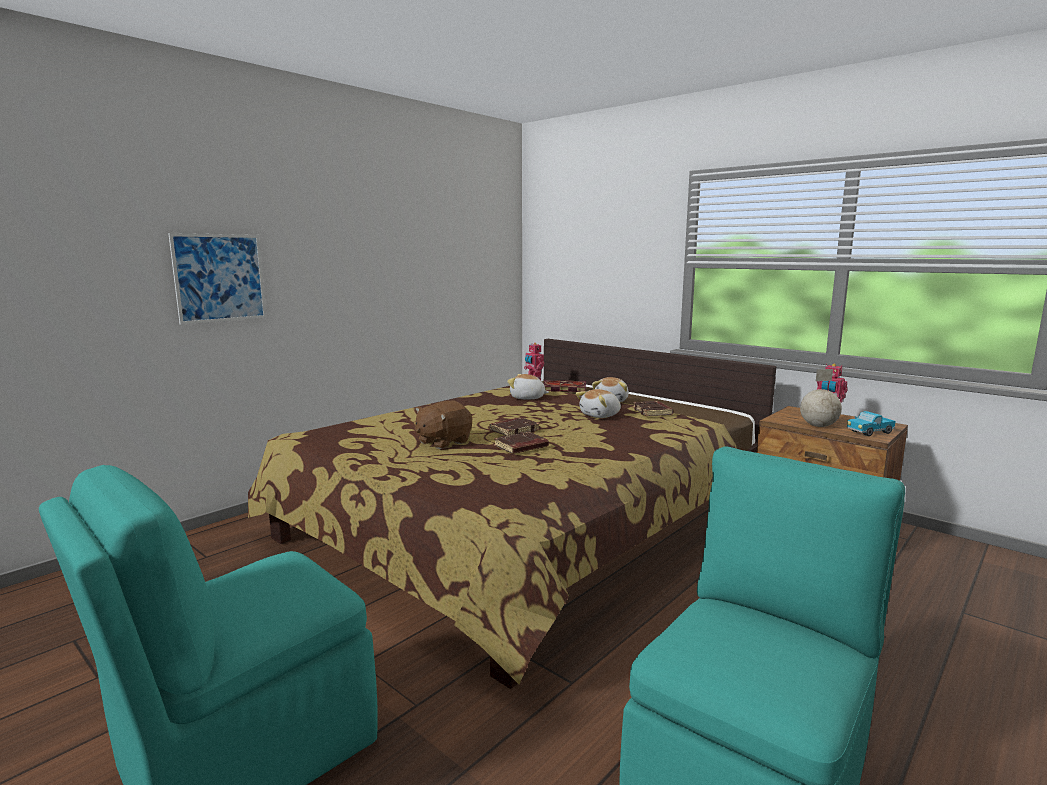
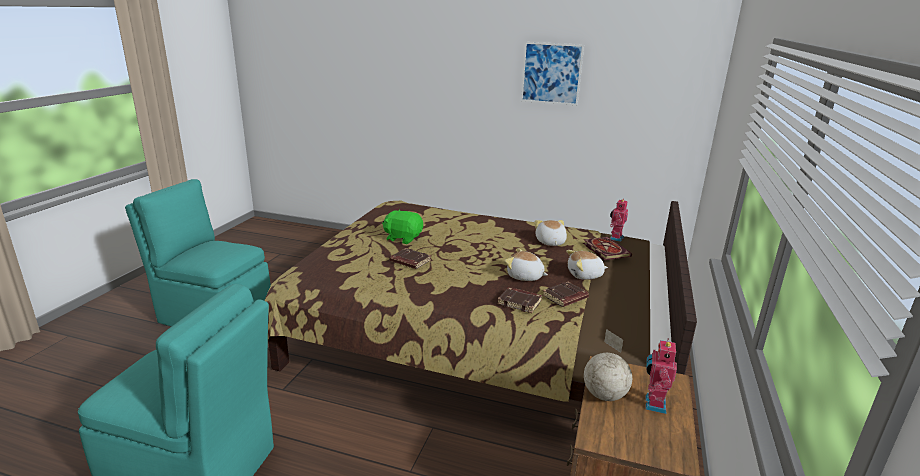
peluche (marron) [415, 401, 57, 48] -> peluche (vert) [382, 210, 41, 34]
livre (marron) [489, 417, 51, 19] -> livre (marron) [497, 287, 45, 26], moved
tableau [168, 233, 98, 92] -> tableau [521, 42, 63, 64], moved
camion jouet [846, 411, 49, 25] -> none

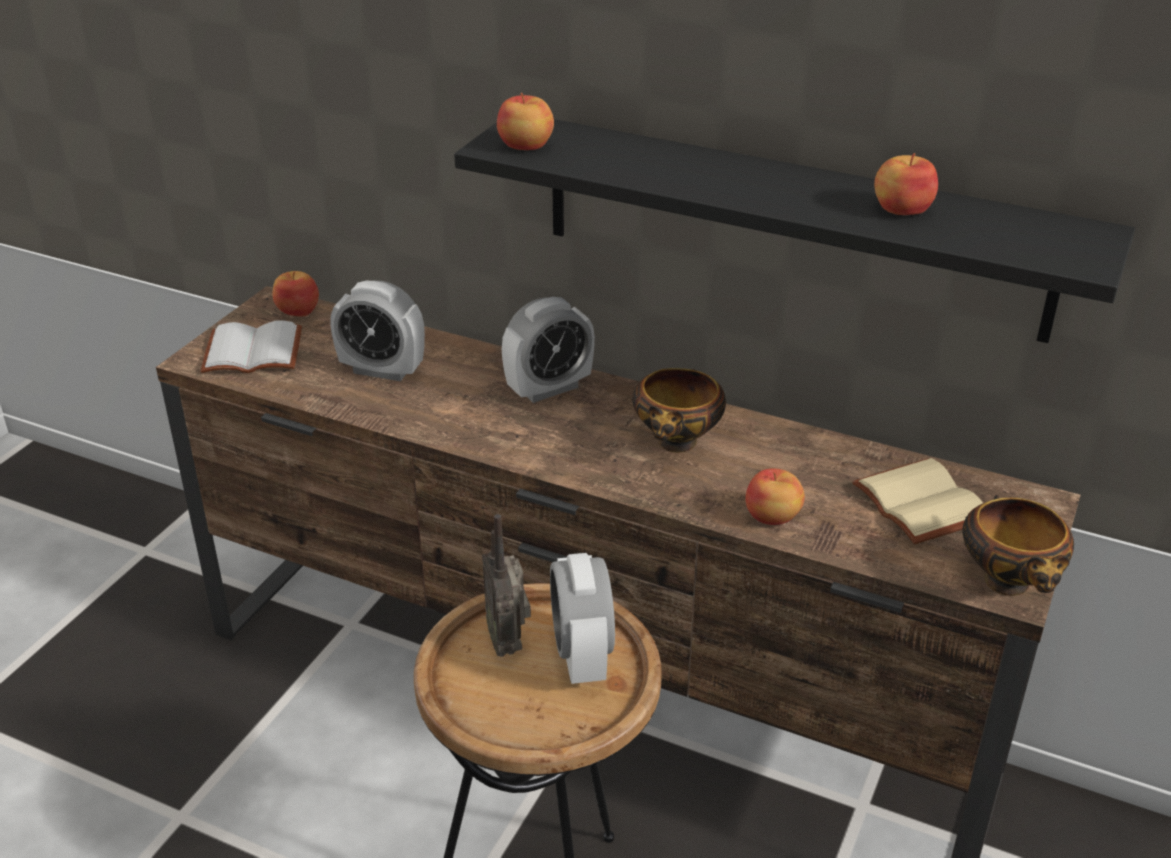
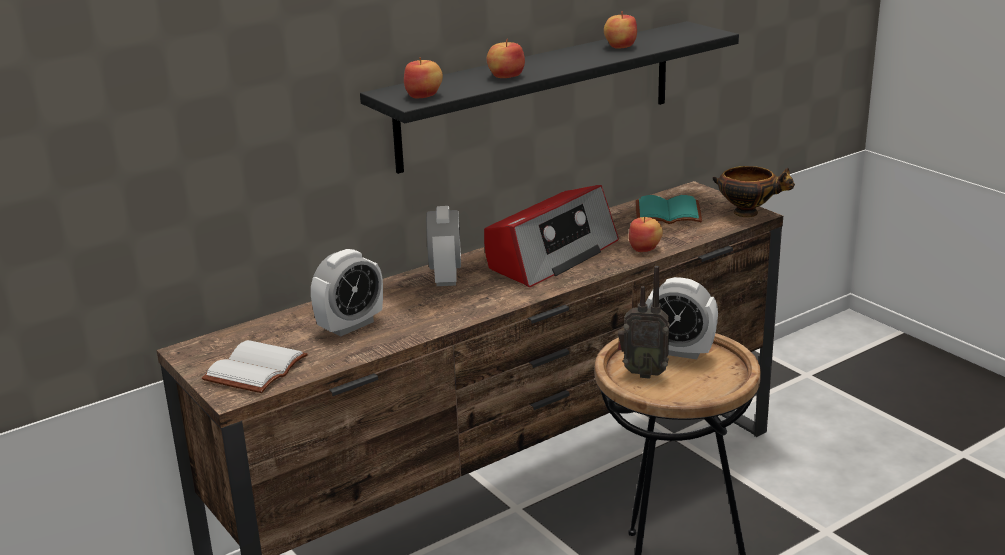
bol [632, 368, 94, 85] -> radio [484, 185, 135, 102]
pomme [273, 271, 46, 46] -> pomme [487, 39, 38, 39], moved
livre (beige) [852, 458, 131, 86] -> livre (turquoise) [636, 195, 66, 29]

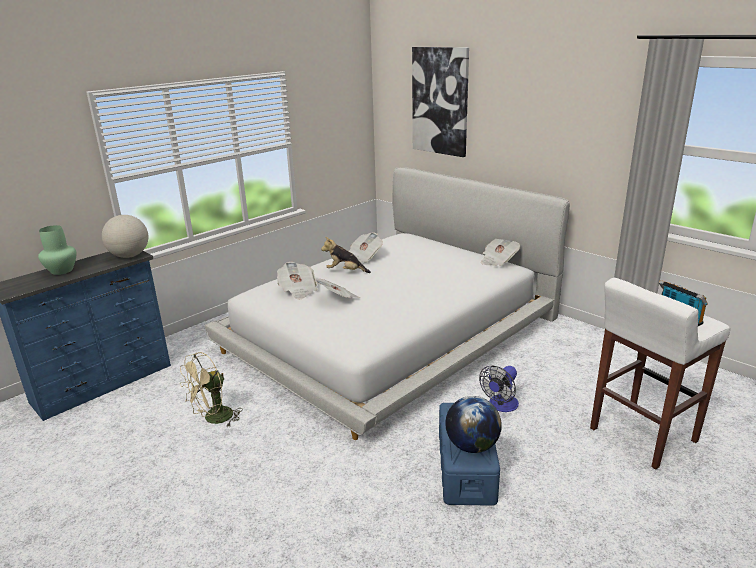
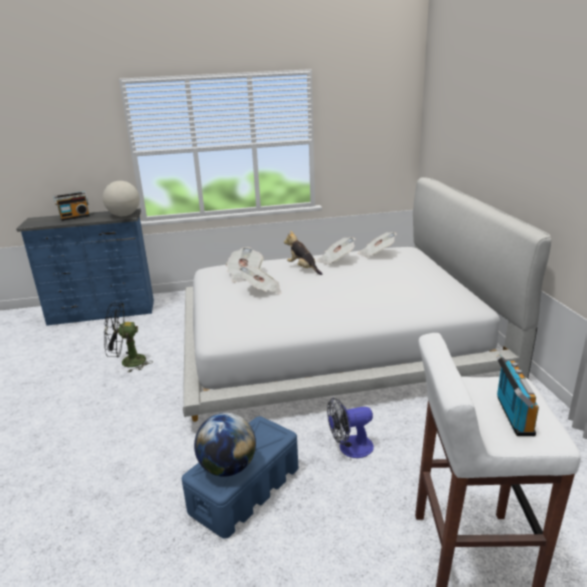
vase (vert) [38, 225, 38, 50] -> radio [54, 192, 36, 29]
ventilateur (beige) [180, 352, 62, 76] -> ventilateur (noir) [104, 303, 49, 70]
journal [481, 239, 39, 27] -> journal [358, 232, 39, 25], moved
tableau [412, 47, 57, 110] -> none

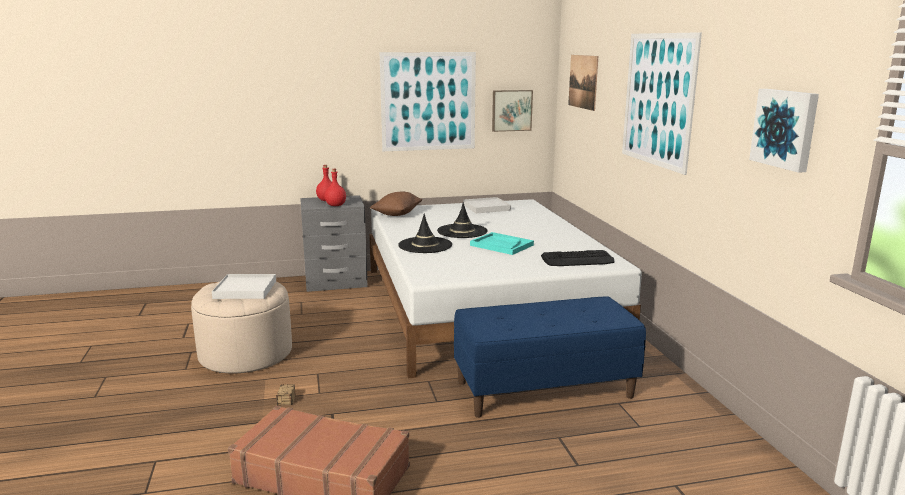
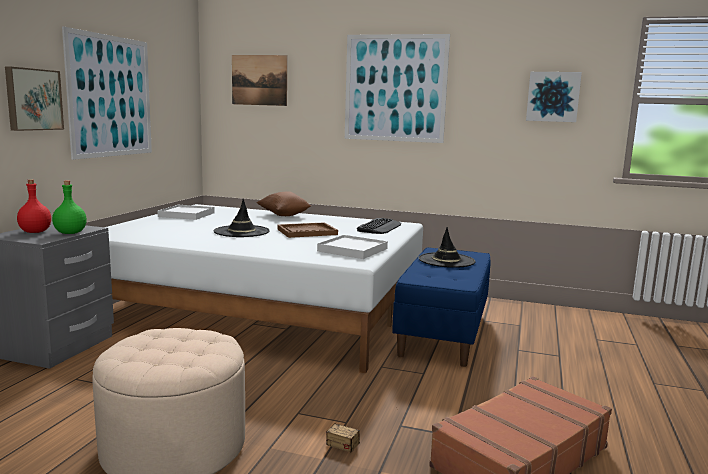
tableau [492, 90, 41, 42] -> tableau [5, 66, 59, 65], moved
bouteille (rouge) [325, 169, 21, 37] -> bouteille (vert) [52, 181, 35, 53]
coussin (marron) [370, 192, 52, 24] -> coussin (marron) [257, 192, 54, 24], moved
plateau (turquoise) [470, 232, 64, 23] -> plateau (marron) [277, 222, 61, 16]
plateau (blanc) [212, 274, 64, 25] -> plateau (blanc) [317, 235, 71, 24], moved
chapeau (noir) [398, 213, 54, 40] -> chapeau (noir) [418, 227, 58, 41], moved

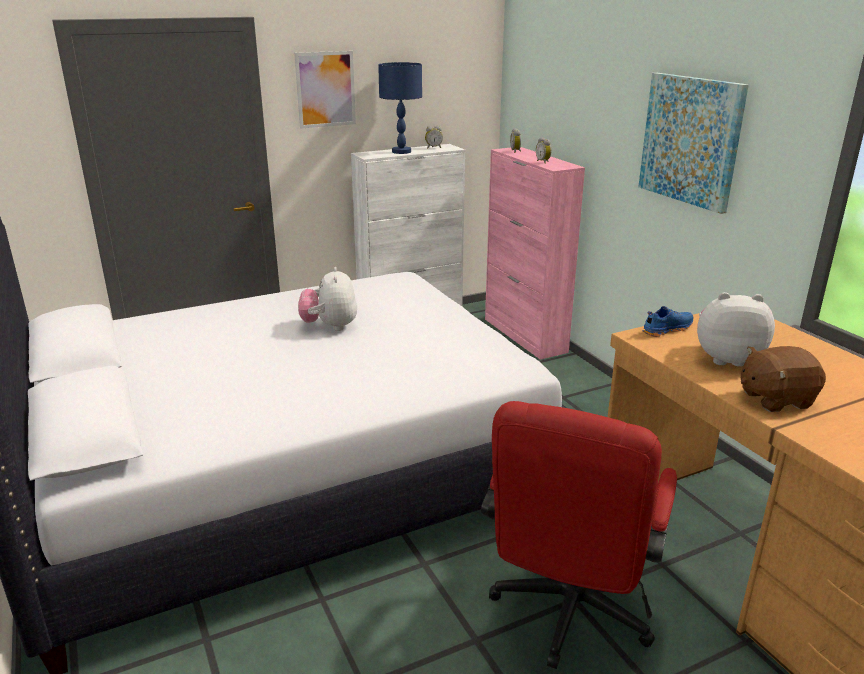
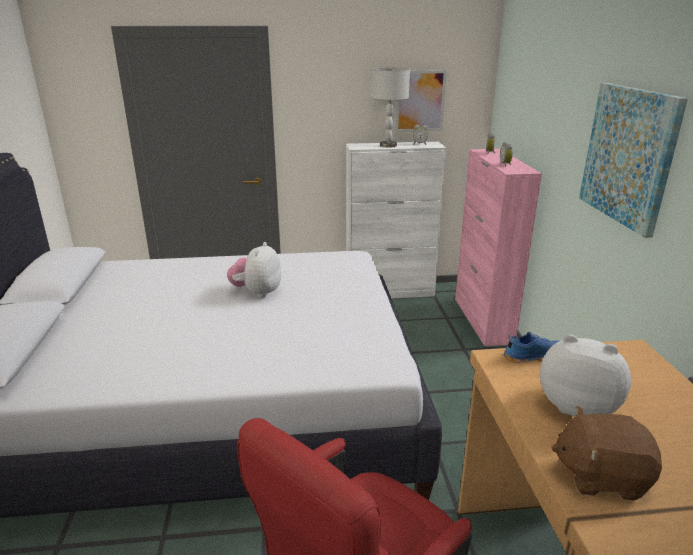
lampe de table (bleu) [378, 62, 44, 92] -> lampe de table (gris) [371, 67, 39, 81]
tableau [294, 51, 62, 77] -> tableau [395, 70, 52, 62], moved

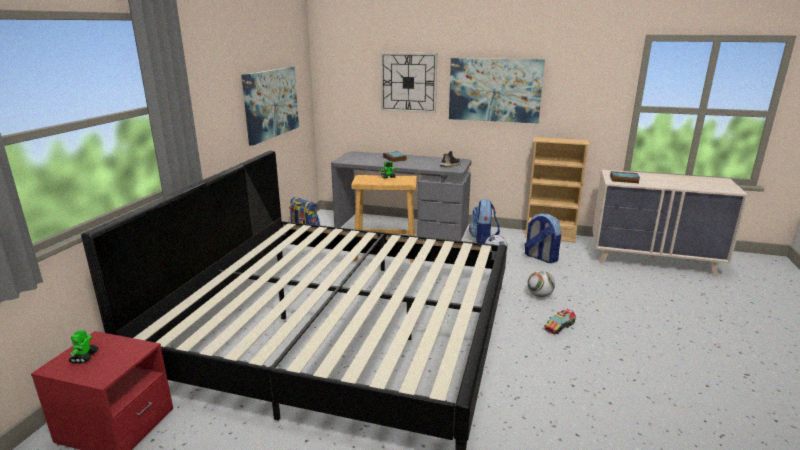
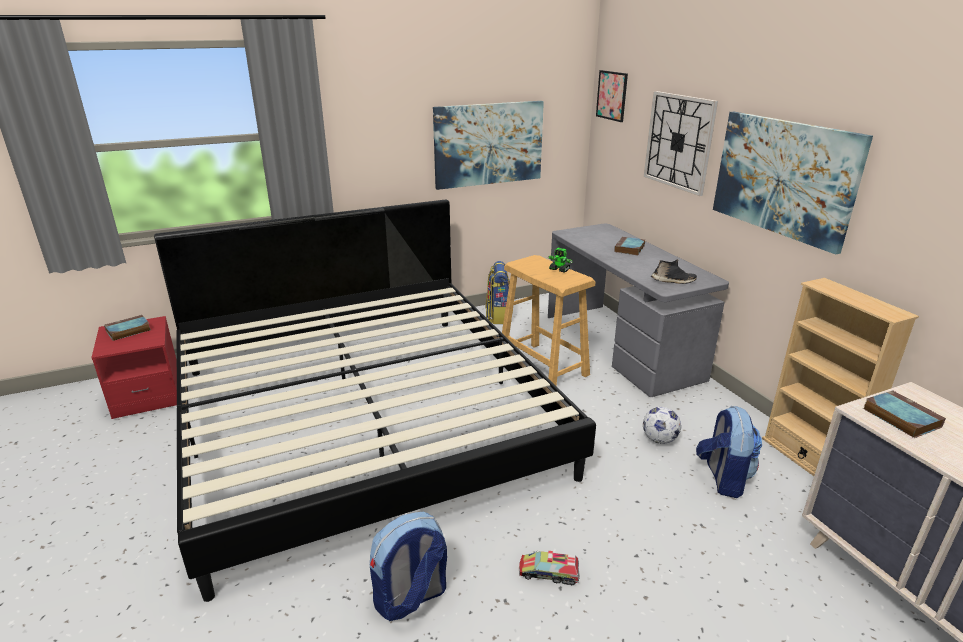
robot jouet [68, 330, 31, 34] -> livre [104, 315, 47, 26]
sac à dos [469, 199, 31, 45] -> sac à dos [370, 512, 77, 109], moved
none -> tableau [596, 70, 32, 52]
ballon de foot [527, 270, 28, 27] -> none

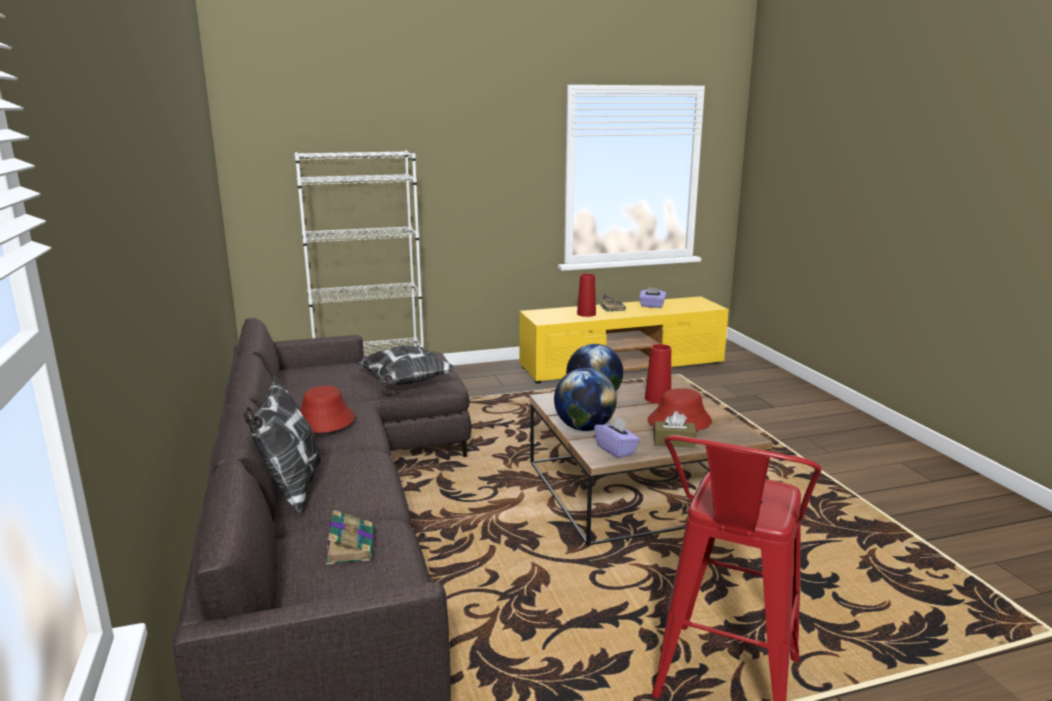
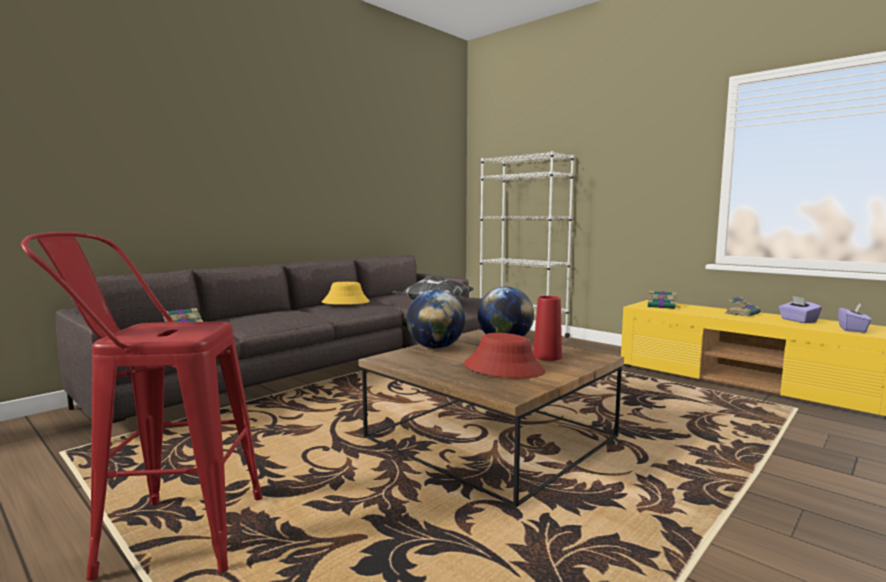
chapeau (rouge) [300, 386, 55, 47] -> chapeau (jaune) [322, 282, 48, 23]
none -> livre [647, 291, 34, 18]
boîte à mouchoirs (violet) [594, 416, 46, 42] -> boîte à mouchoirs (violet) [838, 304, 33, 29], moved
coussin [243, 376, 78, 139] -> none
vase (rouge) [577, 274, 19, 43] -> none
boîte à mouchoirs (marron) [654, 411, 42, 37] -> none

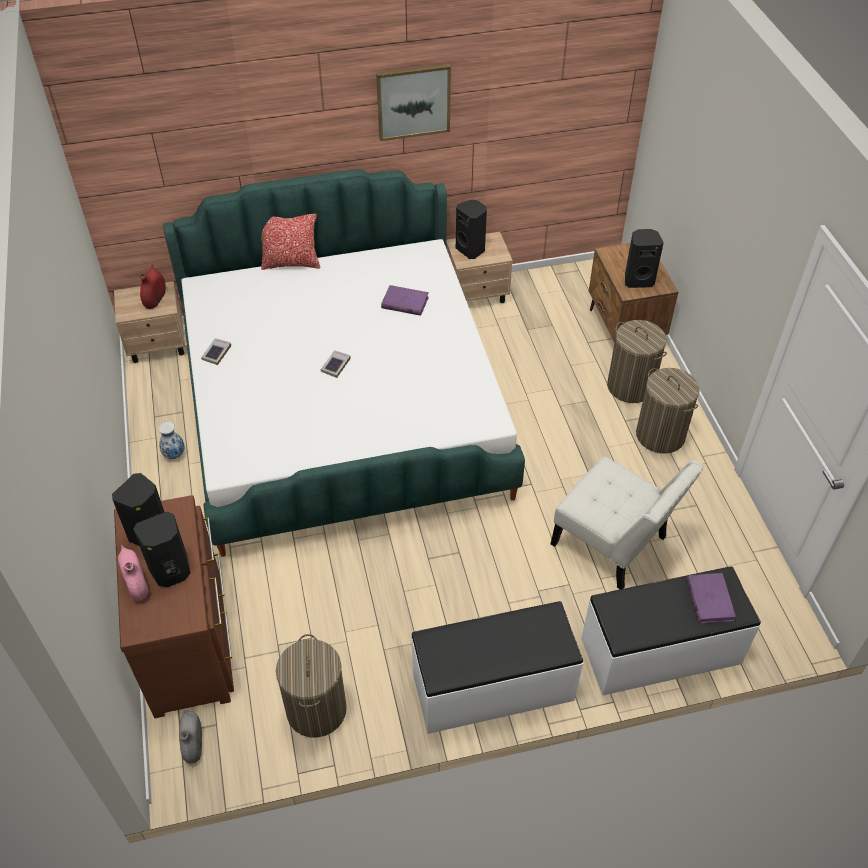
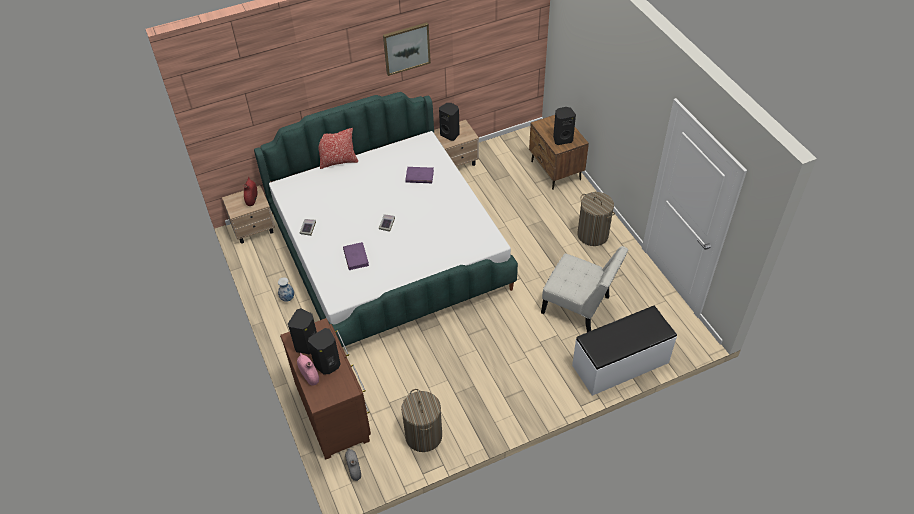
livre (violet) [686, 573, 50, 50] -> livre (violet) [343, 242, 26, 28], moved
banc (blanc) [411, 601, 173, 133] -> none
panier à linge [607, 320, 60, 83] -> none

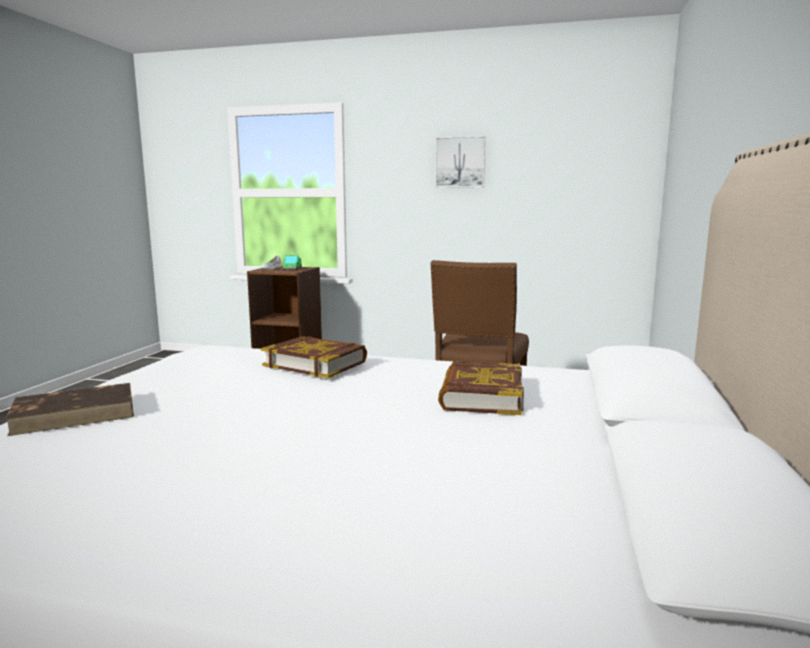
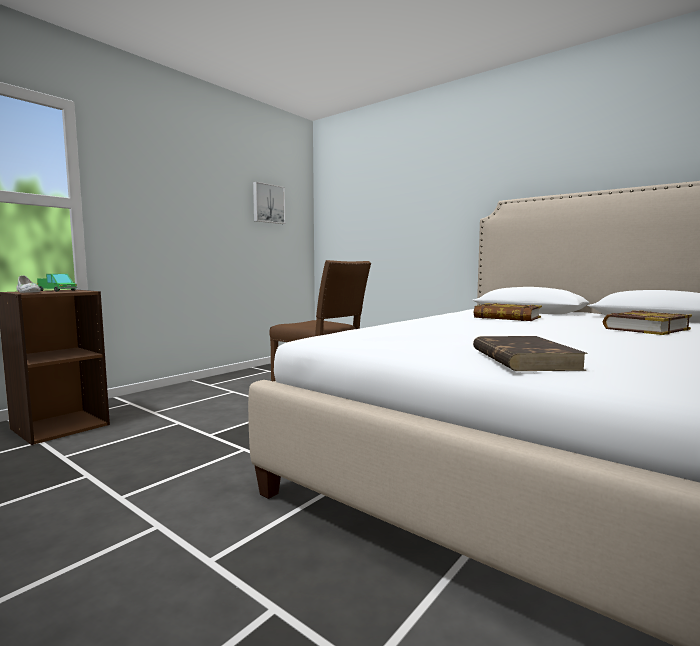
tableau [435, 136, 50, 52] -> tableau [253, 182, 32, 42], moved
livre [261, 336, 106, 42] -> livre [603, 311, 89, 24], moved

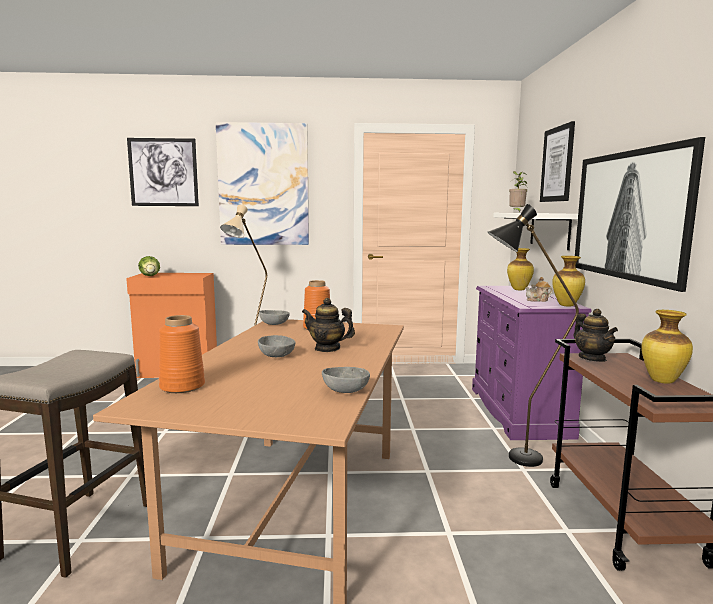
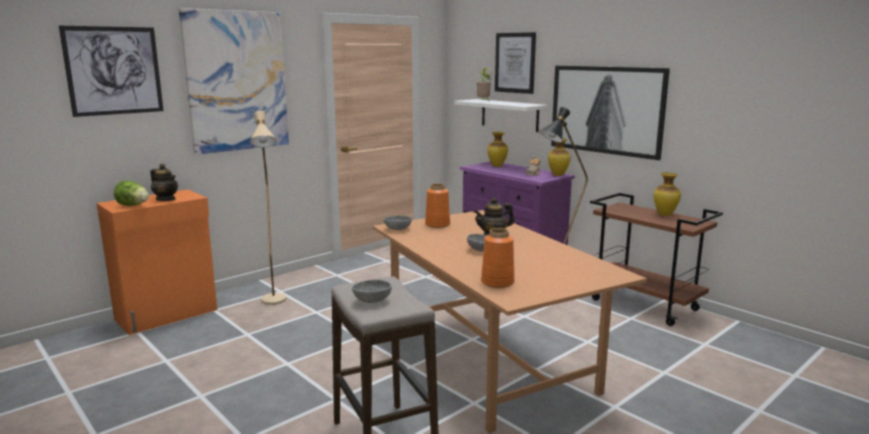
théière [574, 309, 44, 53] -> théière [150, 164, 28, 37], moved
bol (gris) [322, 367, 48, 26] -> bol (gris) [352, 280, 40, 23], moved

